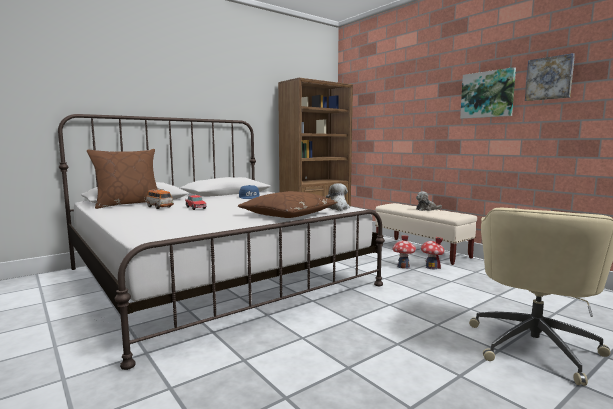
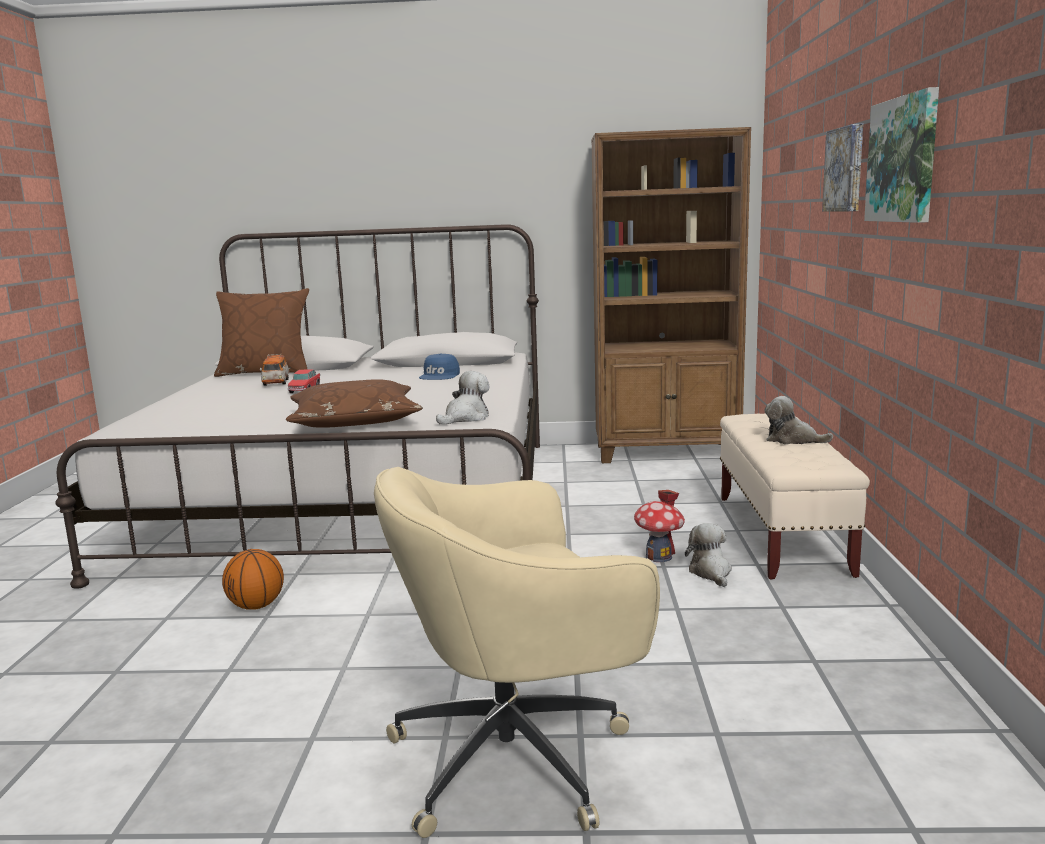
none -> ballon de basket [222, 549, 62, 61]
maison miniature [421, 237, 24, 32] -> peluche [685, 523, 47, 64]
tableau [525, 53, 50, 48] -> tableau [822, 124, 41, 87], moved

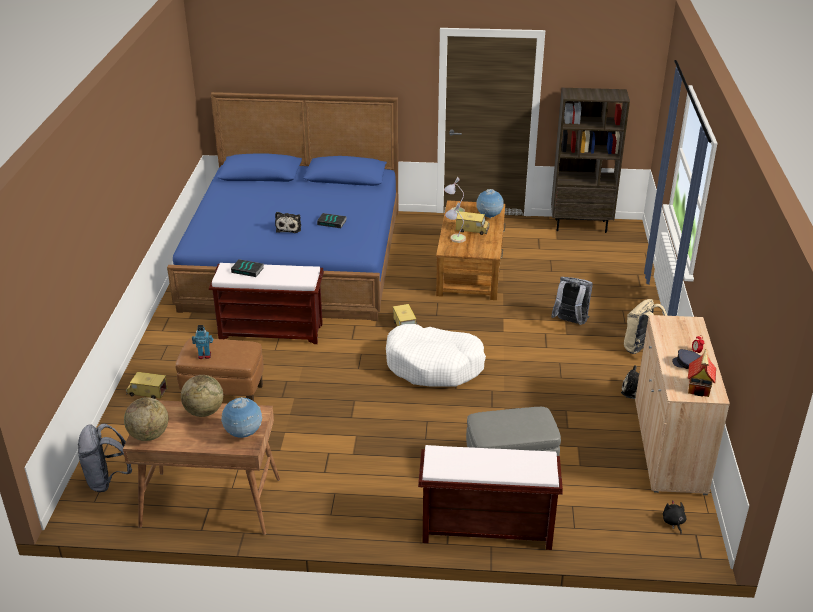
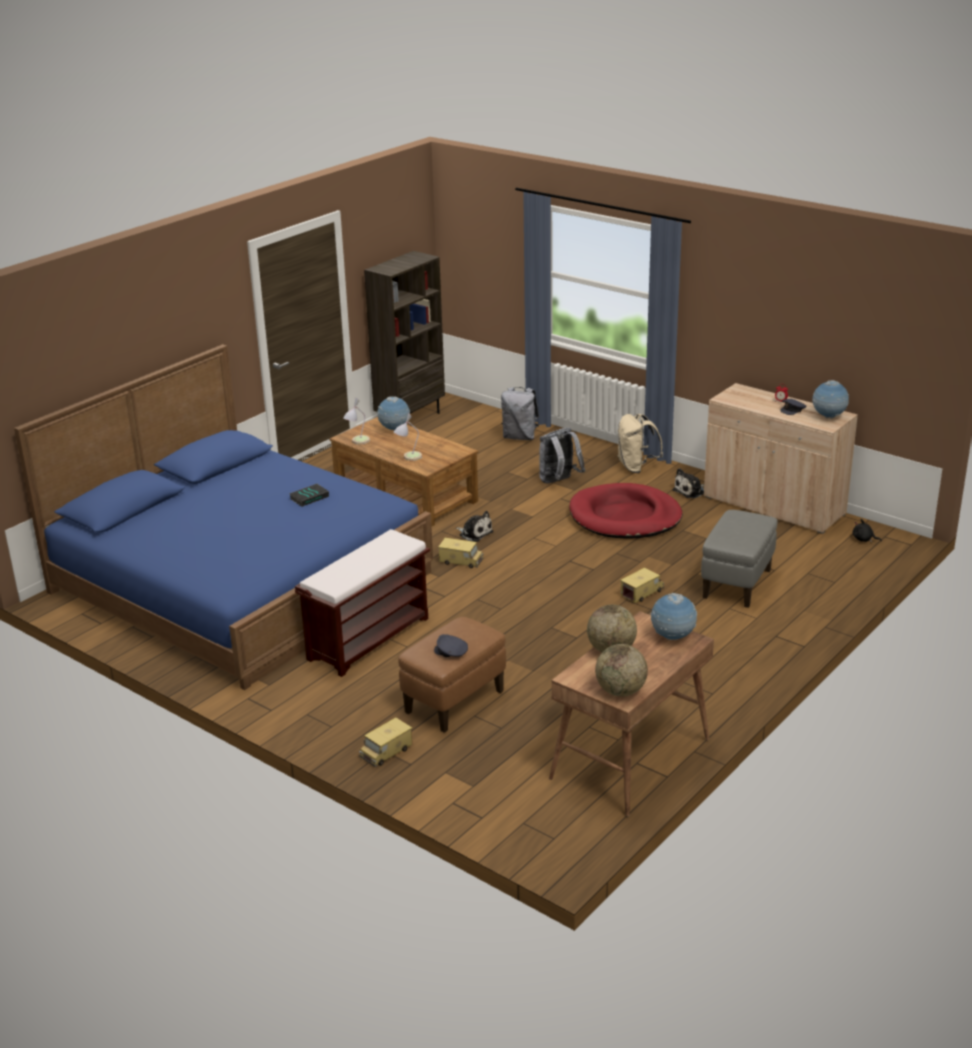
robot jouet [192, 325, 21, 34] -> casquette (gris) [434, 634, 34, 23]
peluche [275, 212, 26, 21] -> peluche [456, 511, 37, 31], moved
sac à dos (gris) [78, 424, 54, 68] -> sac à dos (gris) [501, 387, 38, 53], moved
none -> panier pour chien (rouge) [569, 483, 114, 56]
camion jouet [456, 211, 34, 24] -> camion jouet [620, 567, 44, 36], moved
maison miniature [688, 349, 28, 48] -> globe [812, 380, 37, 39]
livre [231, 259, 33, 18] -> none
panier pour chien (blanc) [386, 324, 100, 63] -> none
banc (marron) [418, 445, 145, 105] -> none

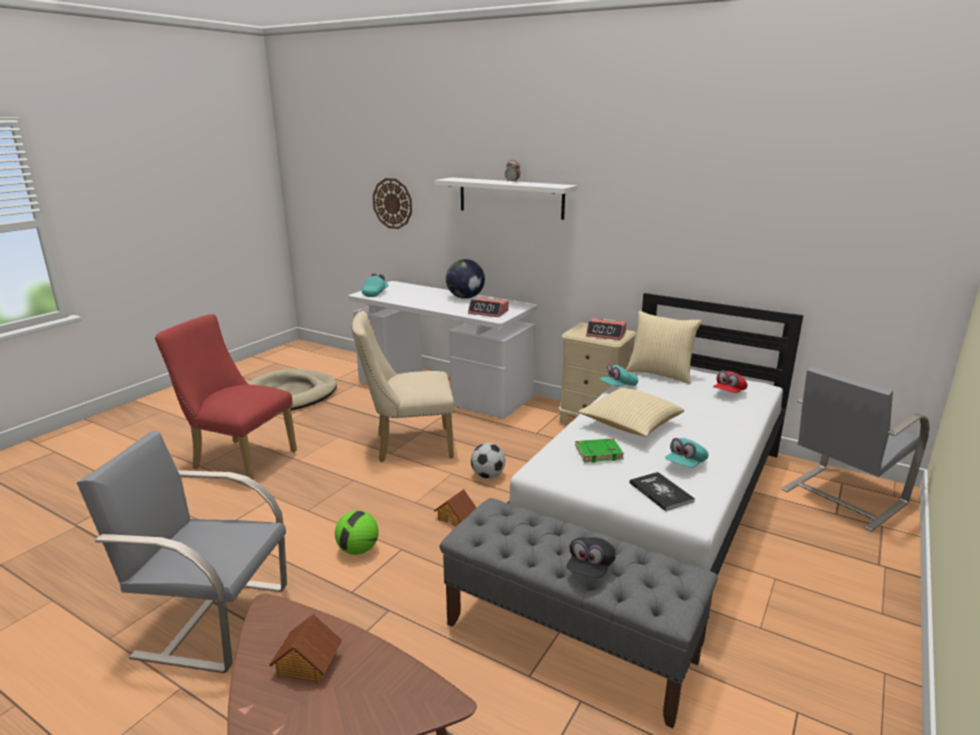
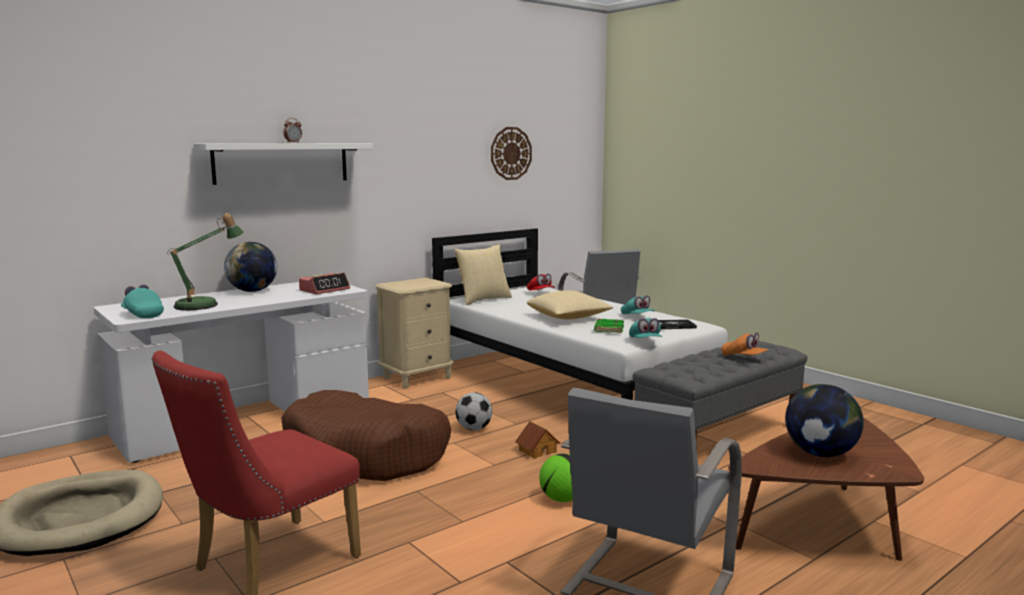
none -> lampe de table [169, 213, 75, 97]
chaise (beige) [352, 311, 102, 151] -> panier pour chien (marron) [281, 390, 170, 91]
horloge murale [373, 178, 39, 51] -> horloge murale [491, 127, 41, 53], moved
casquette (turquoise) [599, 363, 39, 23] -> casquette (turquoise) [629, 318, 34, 20], moved
casquette (noir) [567, 538, 49, 40] -> casquette (orange) [721, 332, 47, 23]
maison miniature [269, 613, 73, 71] -> globe [785, 384, 79, 73]
réveil [586, 318, 40, 22] -> none

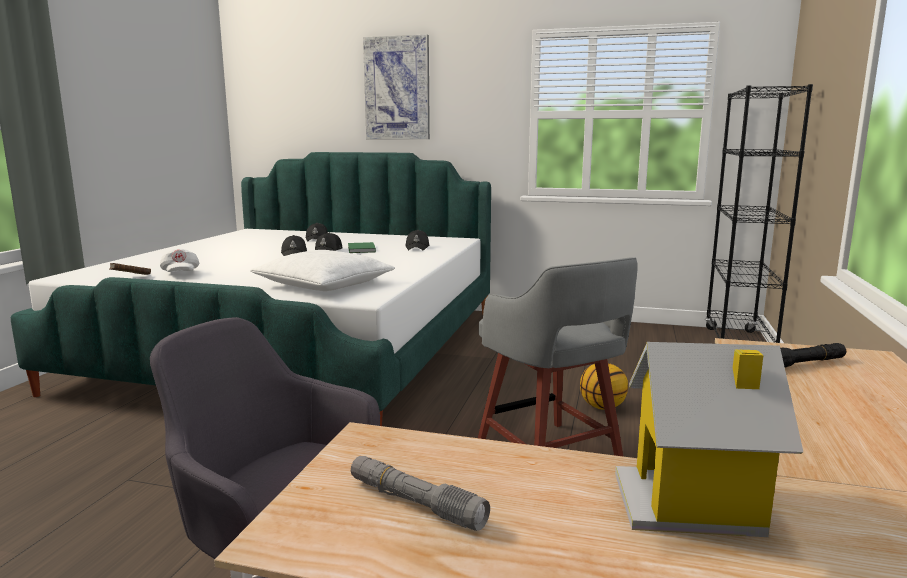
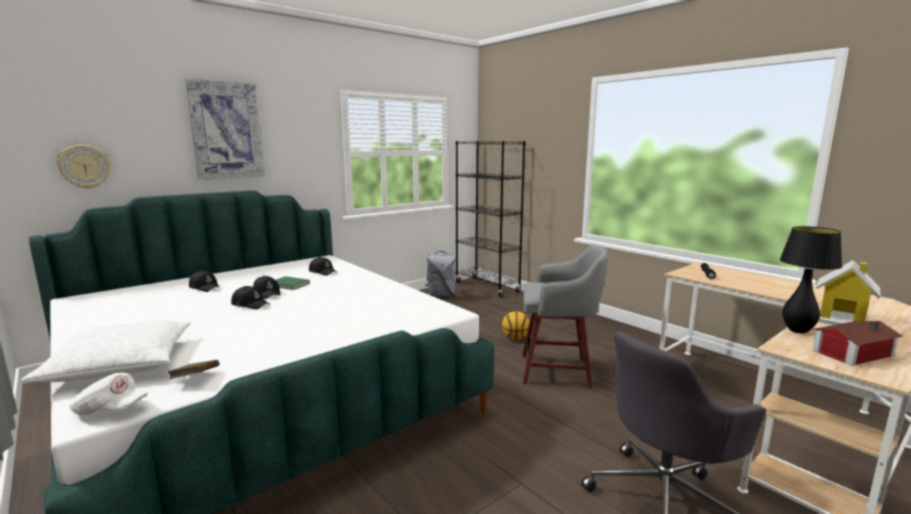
coussin (blanc) [250, 250, 145, 41] -> coussin (blanc) [20, 320, 171, 63], moved
none -> horloge murale [56, 145, 55, 44]
casquette (blanc) [160, 249, 39, 23] -> casquette (blanc) [70, 373, 78, 42], moved
none -> sac à dos (gris) [425, 251, 32, 46]
none -> lampe de table (noir) [780, 226, 62, 107]
lampe de poche (gris) [351, 456, 139, 75] -> maison miniature [812, 321, 91, 45]

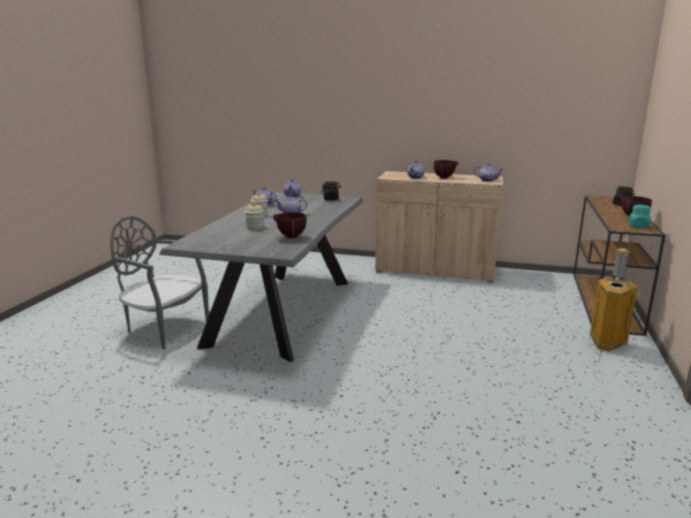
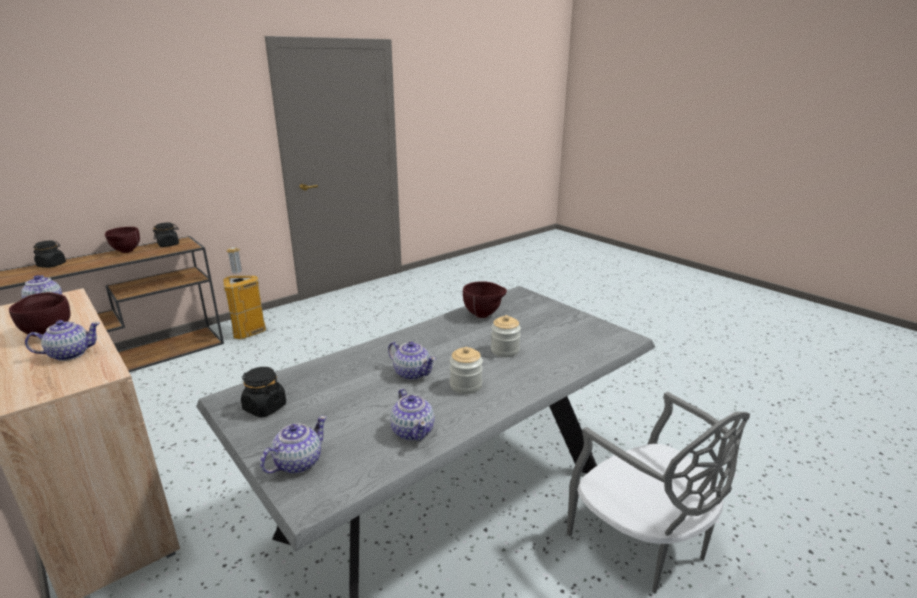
bocal (turquoise) [628, 205, 23, 23] -> bocal (noir) [153, 223, 26, 24]

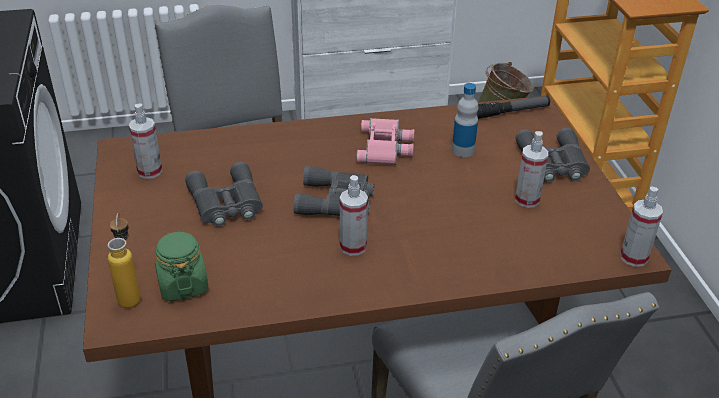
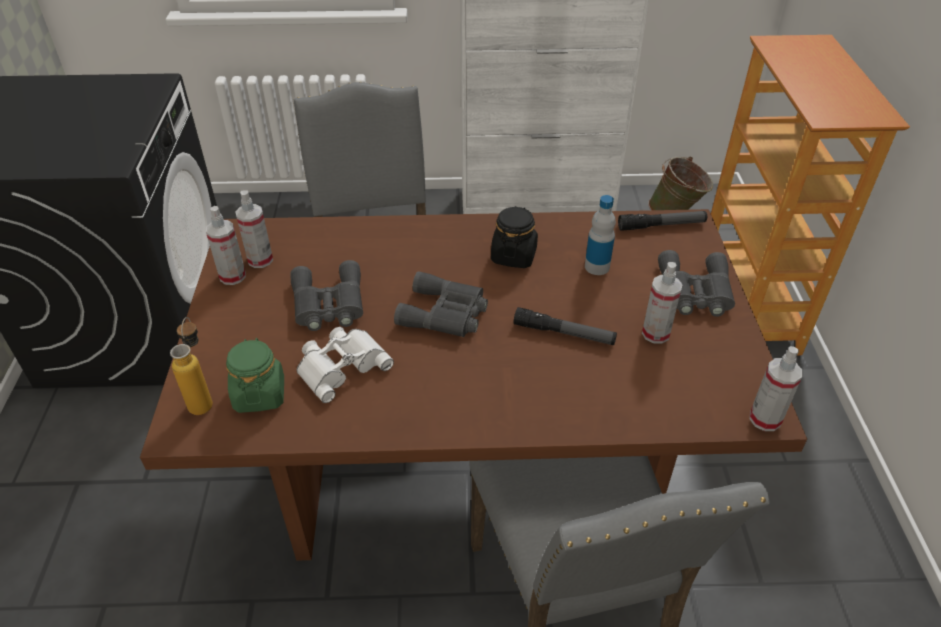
vaporisateur [340, 175, 28, 81] -> vaporisateur [206, 206, 40, 79], moved
none -> jumelles (blanc) [296, 327, 98, 76]
jumelles (rose) [356, 118, 58, 47] -> bocal (noir) [491, 206, 47, 62]
none -> lampe de poche [514, 307, 103, 38]

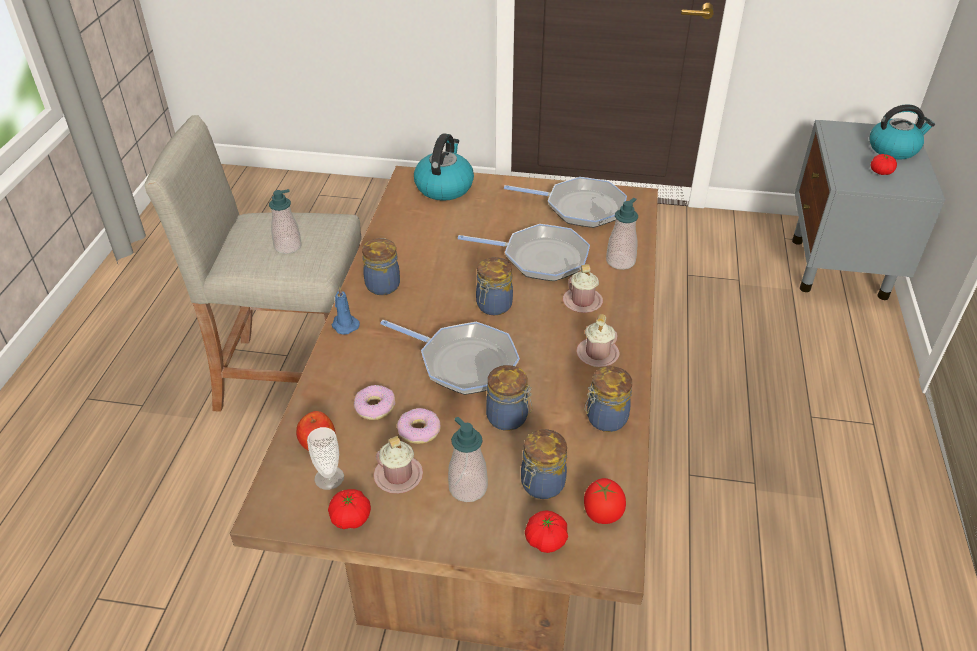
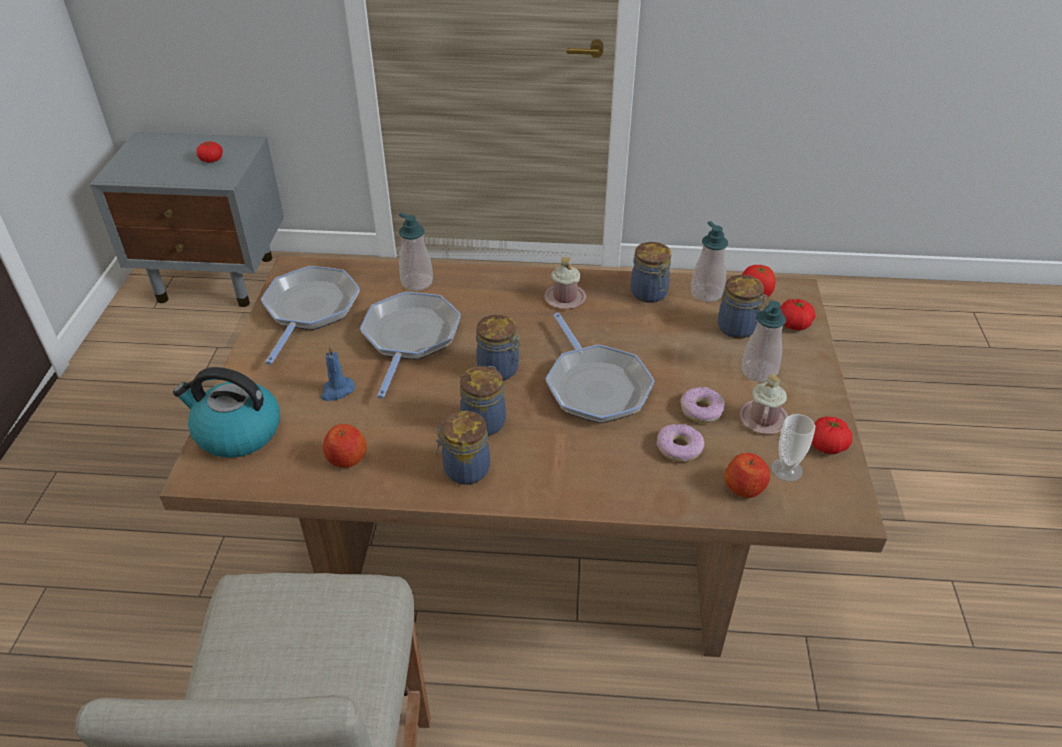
bougie (bleu) [331, 286, 29, 49] -> bougie (bleu) [321, 345, 34, 56], moved
none -> pomme [323, 424, 44, 44]
bocal [486, 365, 46, 66] -> bocal [460, 366, 46, 70], moved
poêle [380, 320, 140, 75] -> poêle [545, 313, 110, 110], 135 degrees clockwise
distributeur de savon [269, 189, 33, 65] -> distributeur de savon [691, 221, 37, 81], moved
mug (rose) [563, 264, 40, 49] -> none
bouilloire [870, 104, 65, 56] -> none

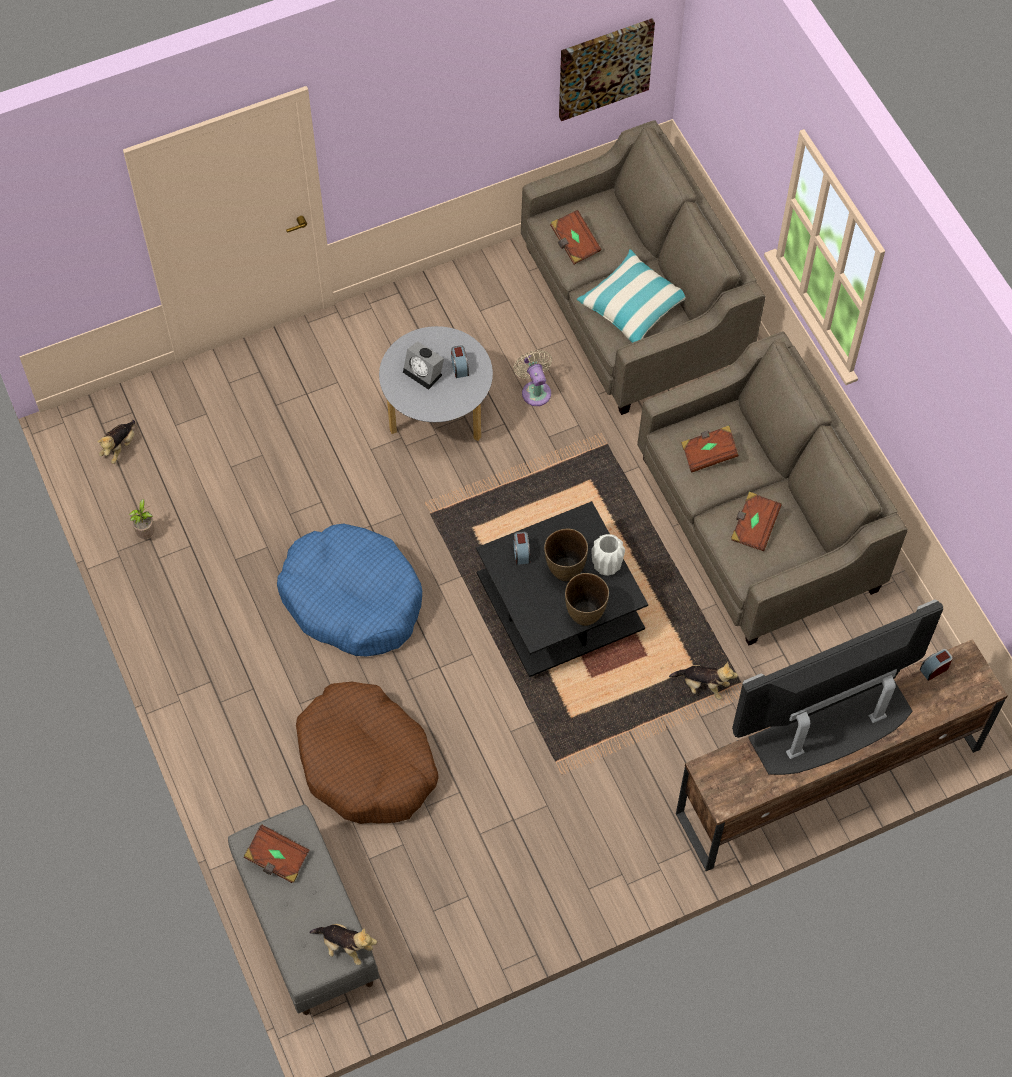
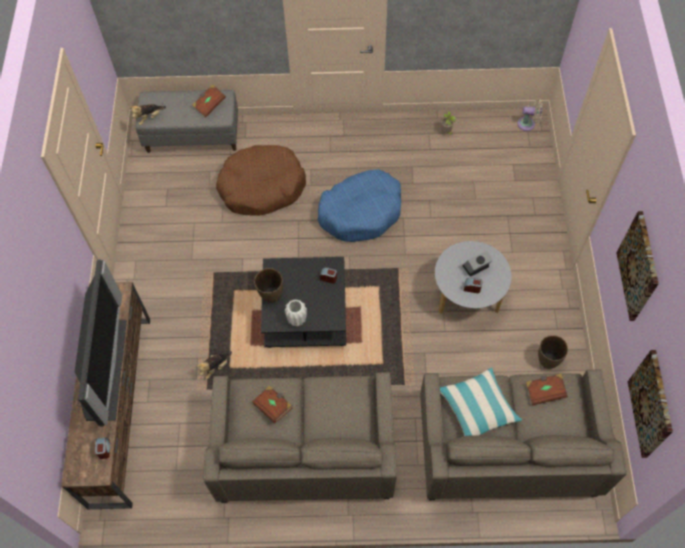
ventilateur (beige) [513, 350, 39, 56] -> ventilateur (beige) [517, 99, 26, 32], moved
vase (marron) [544, 529, 44, 52] -> vase (marron) [538, 335, 30, 34], moved
none -> tableau [616, 211, 43, 110]
peluche [97, 420, 38, 44] -> none
livre (marron) [681, 425, 58, 48] -> none

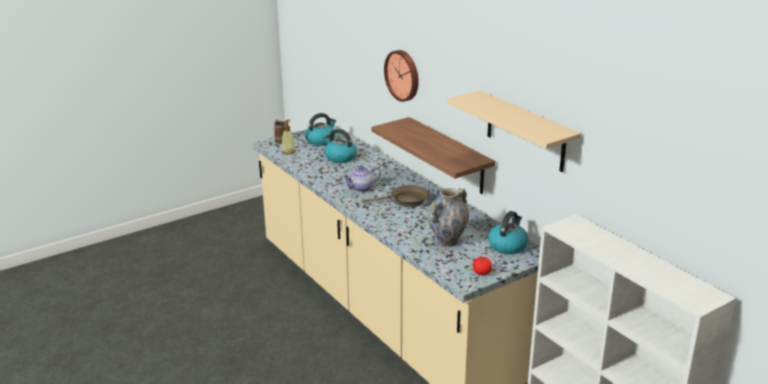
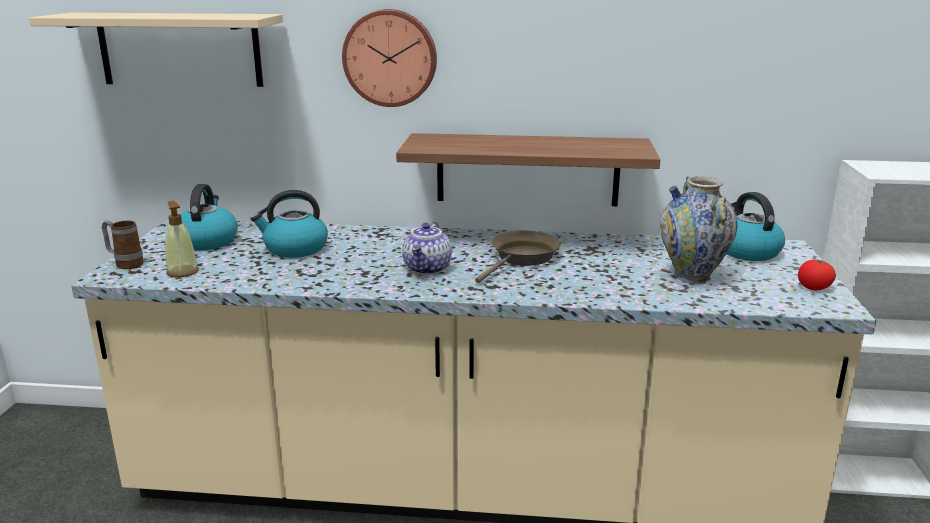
étagère (beige) [447, 90, 134, 82] -> étagère (beige) [29, 12, 254, 75], moved

